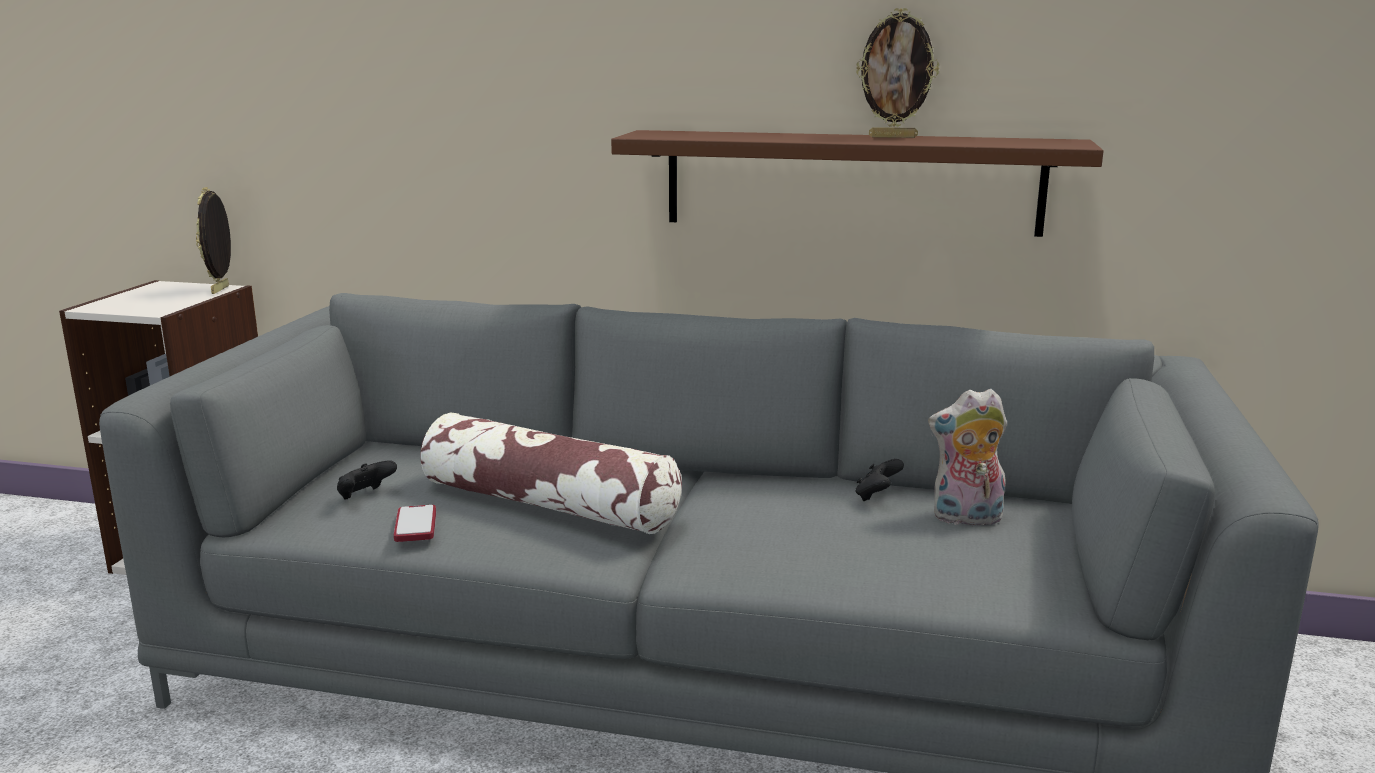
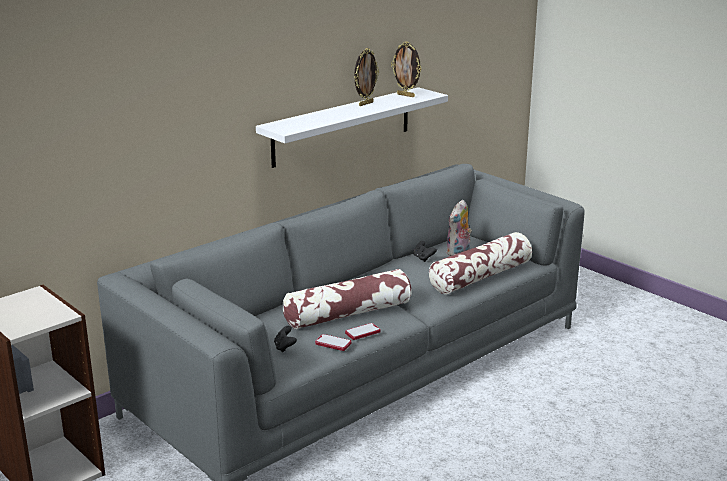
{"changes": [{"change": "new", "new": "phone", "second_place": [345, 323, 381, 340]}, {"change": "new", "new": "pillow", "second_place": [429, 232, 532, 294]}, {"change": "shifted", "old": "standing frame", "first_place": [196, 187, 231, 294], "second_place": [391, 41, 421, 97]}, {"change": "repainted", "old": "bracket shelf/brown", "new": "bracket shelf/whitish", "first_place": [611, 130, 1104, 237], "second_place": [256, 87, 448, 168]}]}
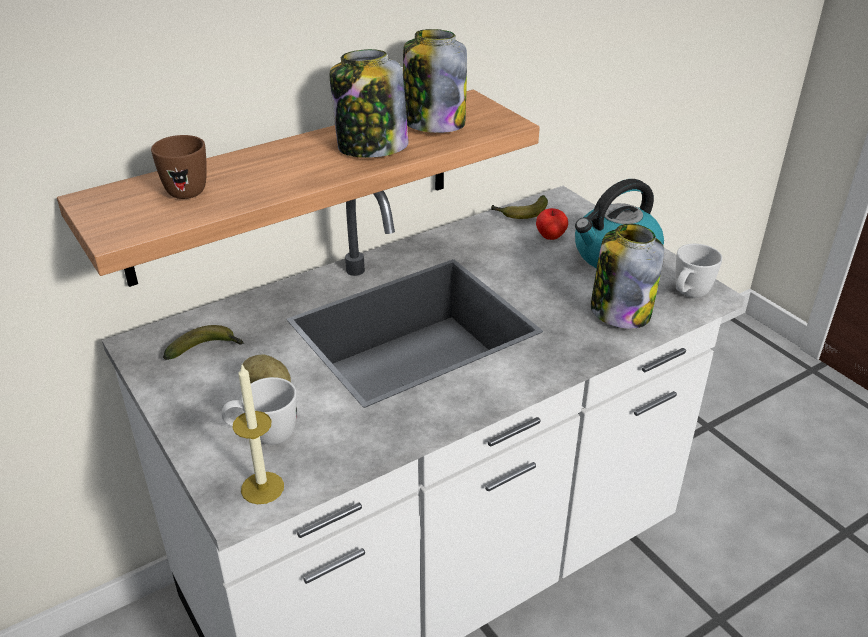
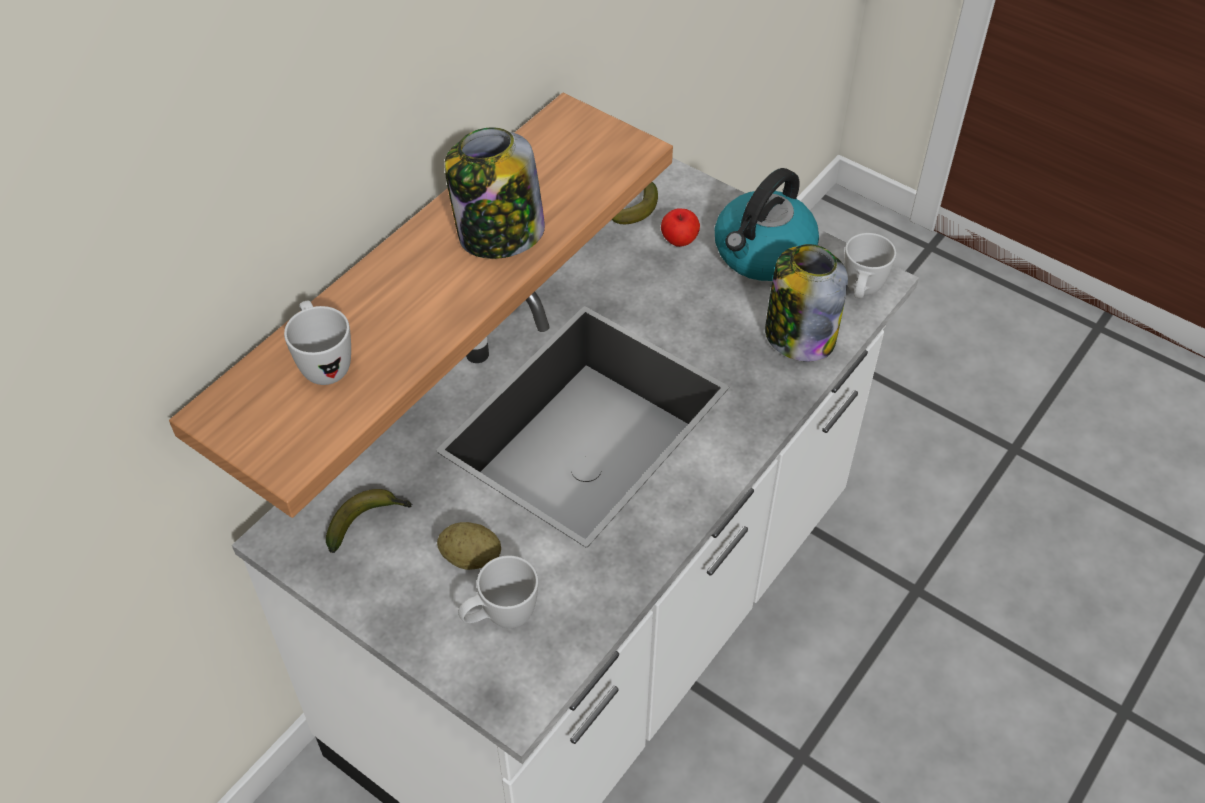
{"changes": [{"change": "gone", "old": "wax light", "first_place": [232, 365, 284, 504]}, {"change": "gone", "old": "preserve jar", "first_place": [403, 29, 467, 133]}, {"change": "repainted", "old": "mug/brown", "new": "mug/whitish", "first_place": [151, 135, 207, 199], "second_place": [284, 301, 351, 385]}]}
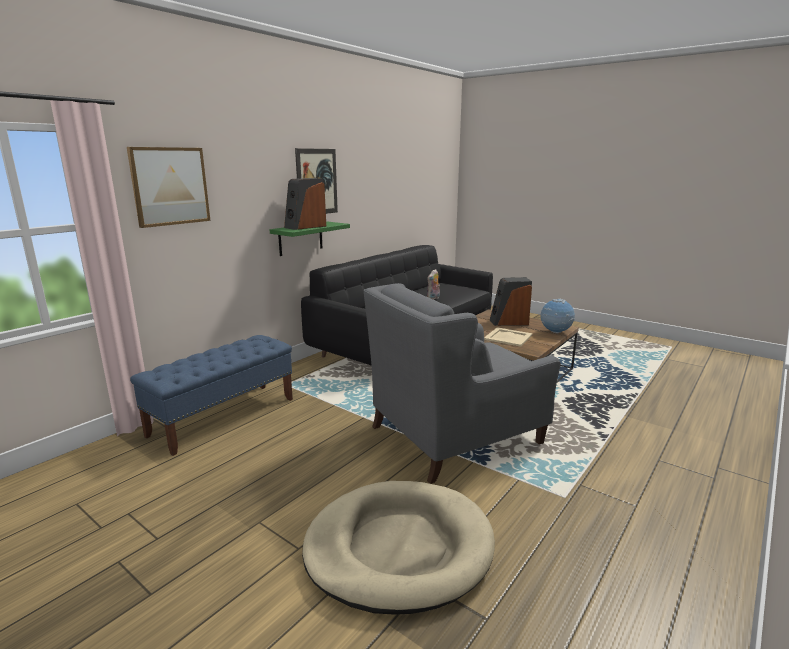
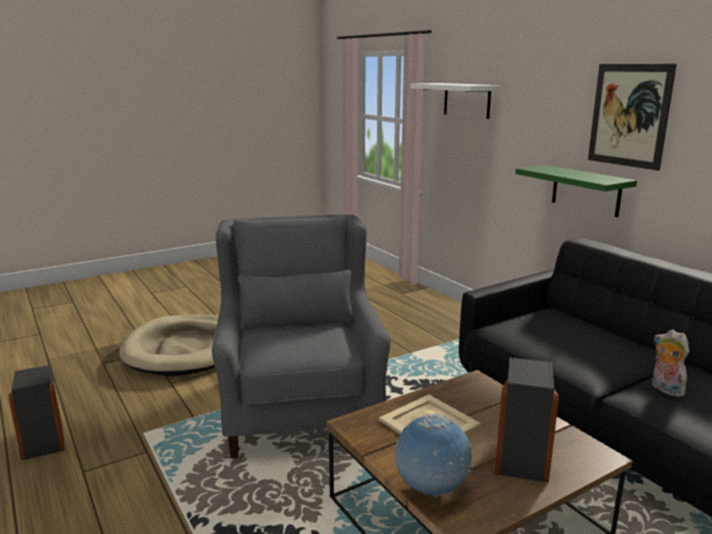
{"changes": [{"change": "gone", "old": "indoor bench/blue", "first_place": [130, 335, 293, 456]}, {"change": "shifted", "old": "audio speaker", "first_place": [284, 178, 326, 230], "second_place": [9, 365, 65, 460]}, {"change": "swapped", "old": "wall art", "new": "bracket shelf/whitish", "first_place": [127, 147, 210, 228], "second_place": [410, 83, 500, 119]}]}
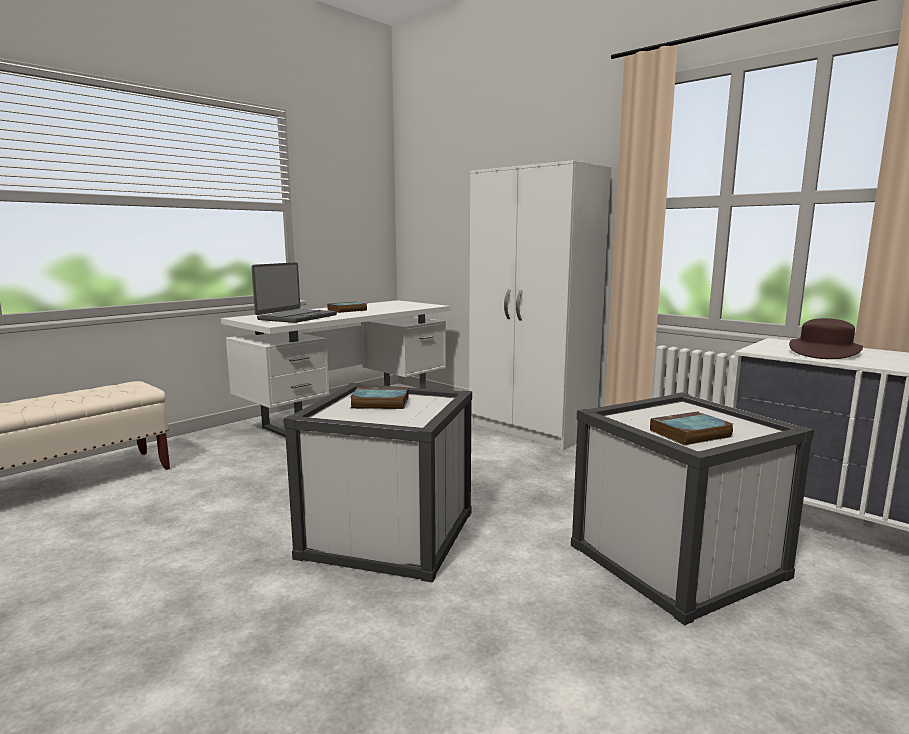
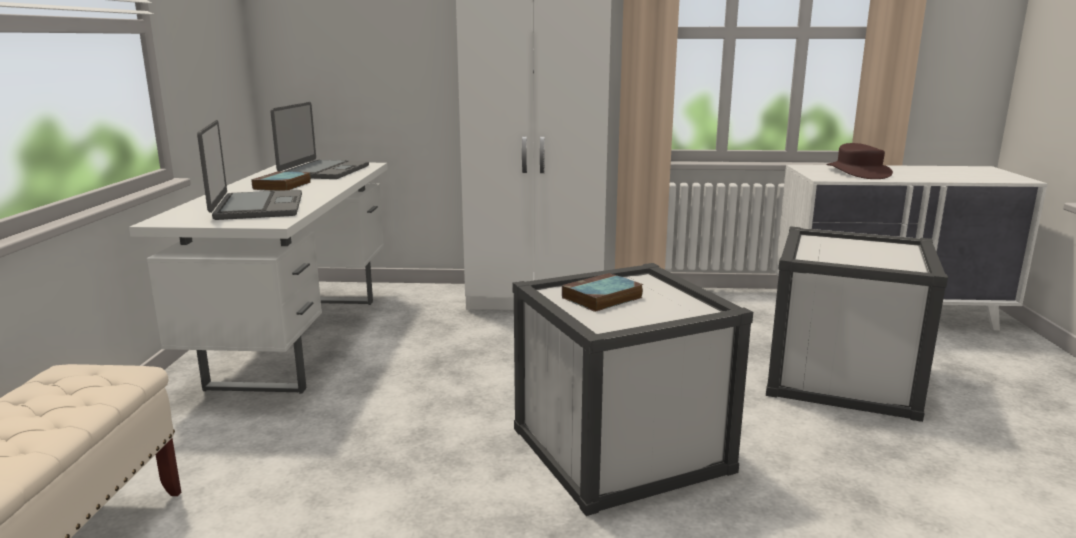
{"changes": [{"change": "gone", "old": "book", "first_place": [650, 411, 733, 445]}, {"change": "new", "new": "notebook computer", "second_place": [270, 102, 369, 179]}]}
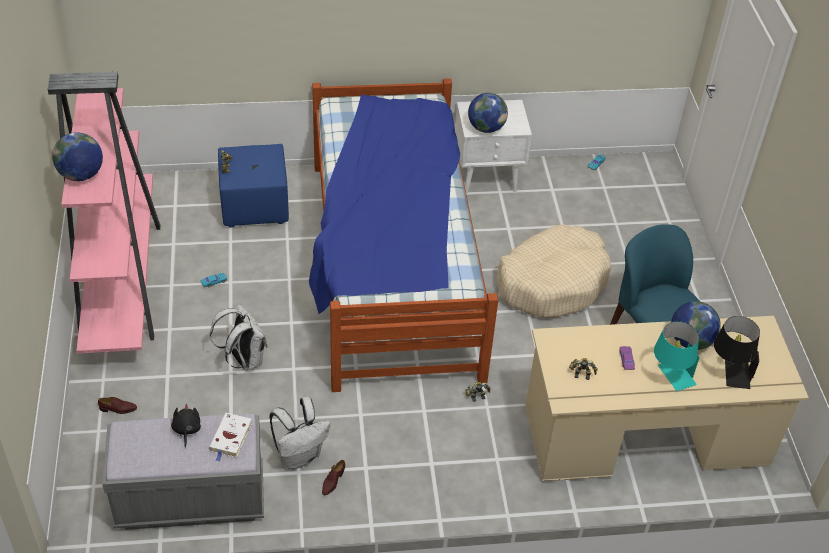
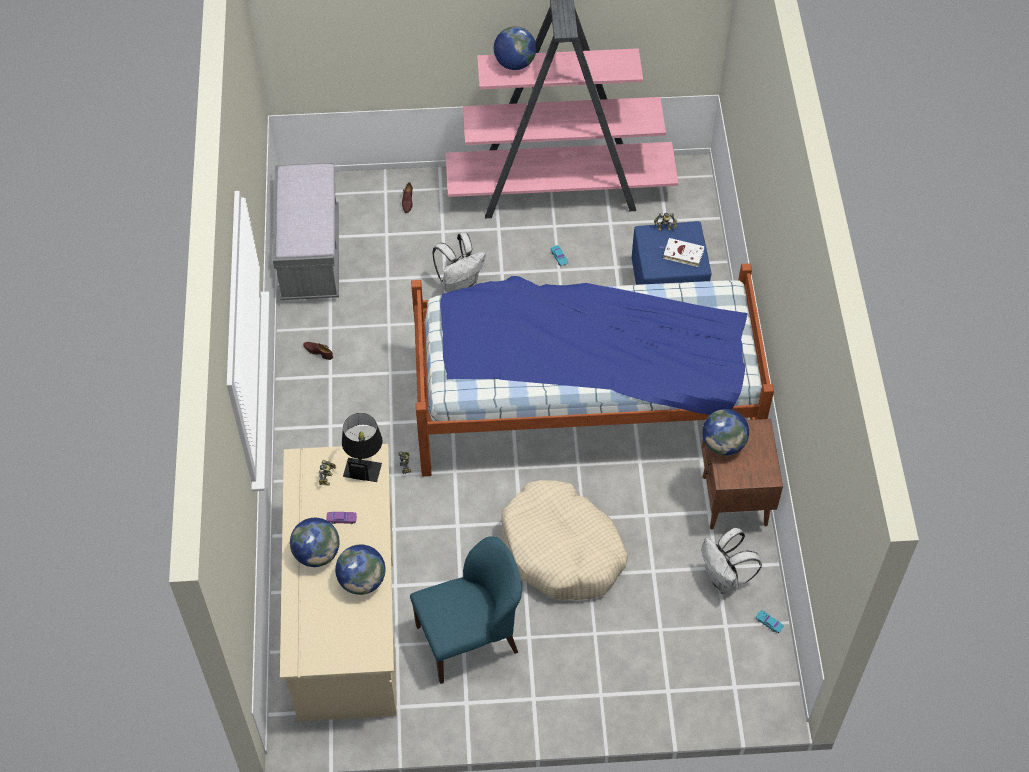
{"changes": [{"change": "gone", "old": "soft toy/blackish", "first_place": [171, 404, 201, 447]}, {"change": "shifted", "old": "book/whitish", "first_place": [209, 413, 252, 461], "second_place": [659, 238, 704, 267]}, {"change": "shifted", "old": "knapsack/whitish", "first_place": [269, 397, 330, 469], "second_place": [702, 527, 762, 594]}, {"change": "shifted", "old": "table lamp/blackish", "first_place": [714, 316, 760, 389], "second_place": [342, 413, 382, 482]}, {"change": "swapped", "old": "table lamp/turquoise", "new": "world globe", "first_place": [654, 321, 699, 391], "second_place": [290, 518, 340, 567]}, {"change": "repainted", "old": "nightstand/whitish", "new": "nightstand/brown", "first_place": [455, 100, 532, 194], "second_place": [702, 419, 783, 529]}]}
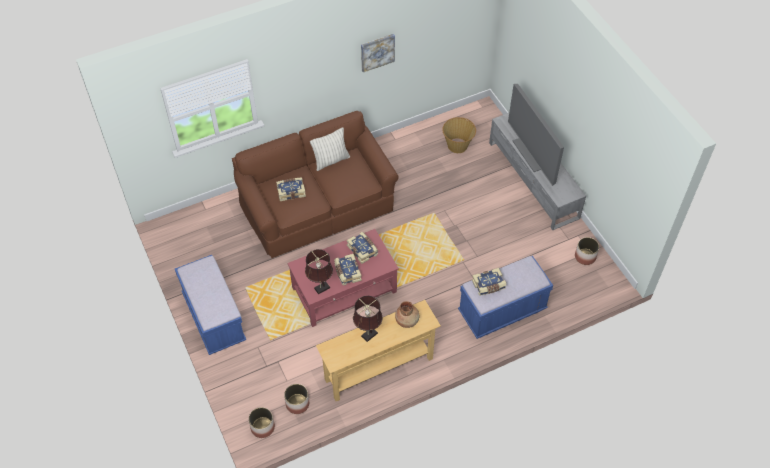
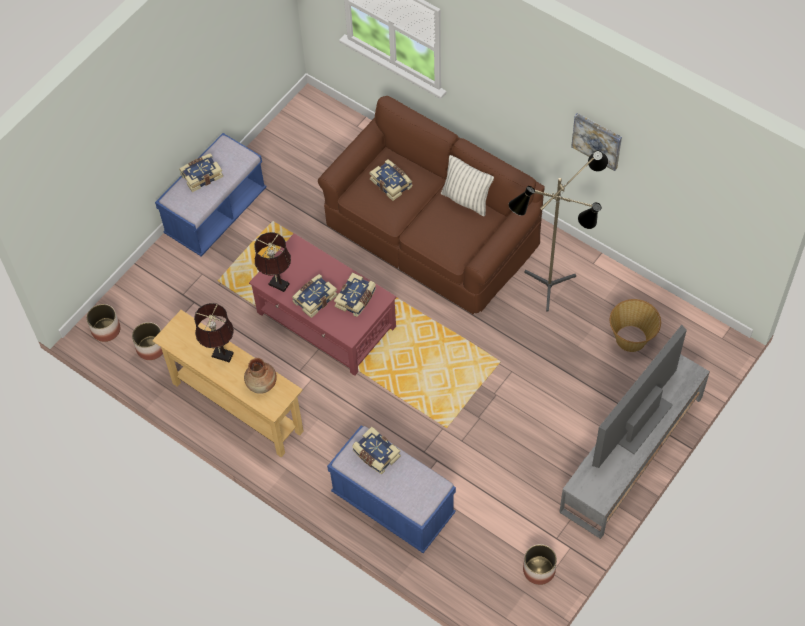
{"changes": [{"change": "new", "new": "book", "second_place": [179, 153, 223, 192]}, {"change": "new", "new": "standing lamp", "second_place": [508, 151, 608, 312]}]}
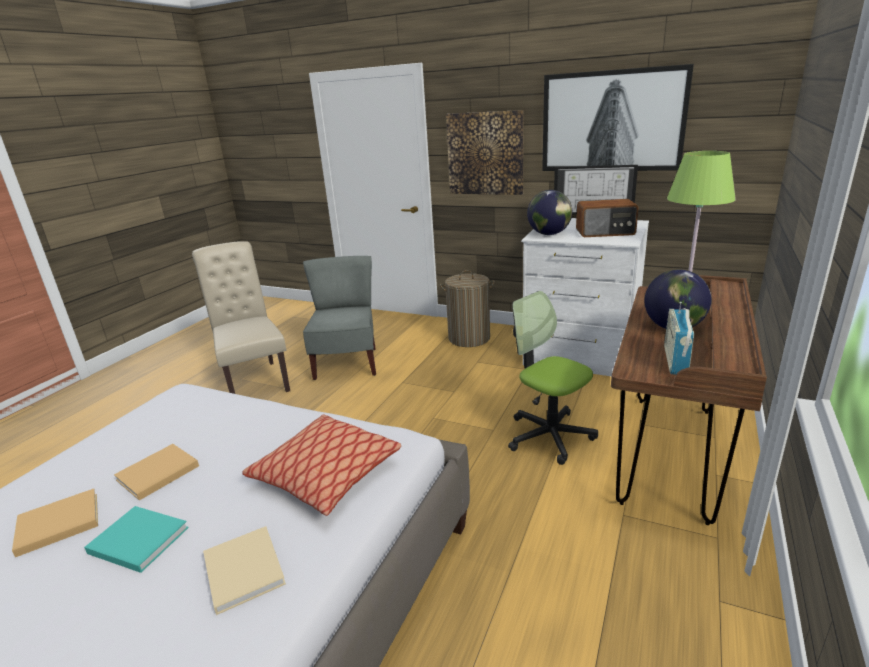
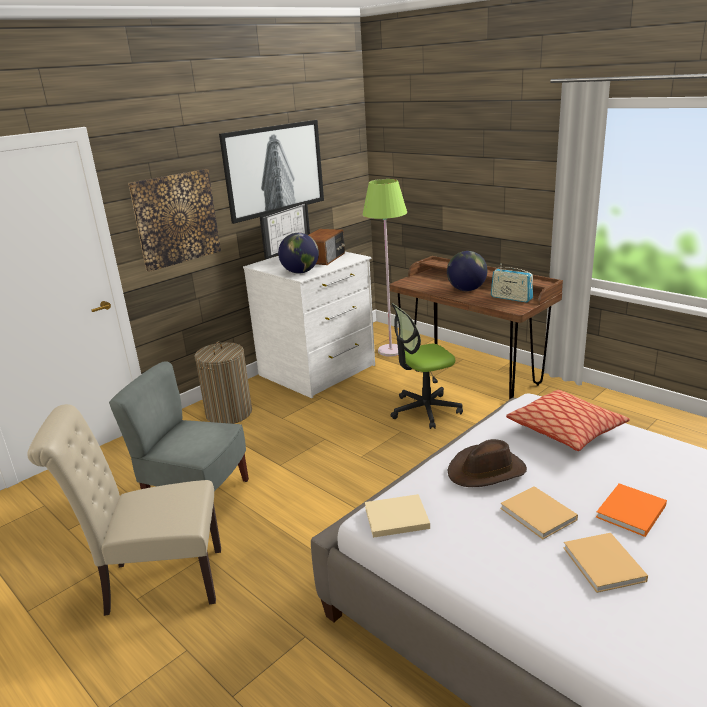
{"changes": [{"change": "new", "new": "clothing hat/brown", "second_place": [448, 439, 527, 487]}, {"change": "shifted", "old": "book/beige-coloured", "first_place": [203, 526, 286, 615], "second_place": [365, 494, 430, 538]}, {"change": "repainted", "old": "book/turquoise", "new": "book/orange", "first_place": [84, 506, 189, 573], "second_place": [596, 483, 667, 537]}]}
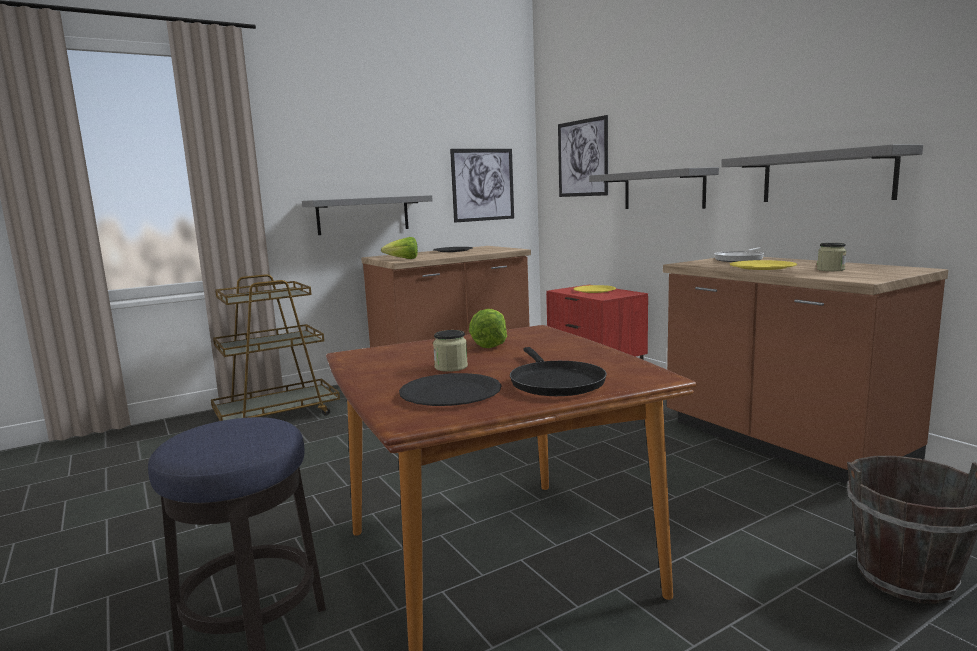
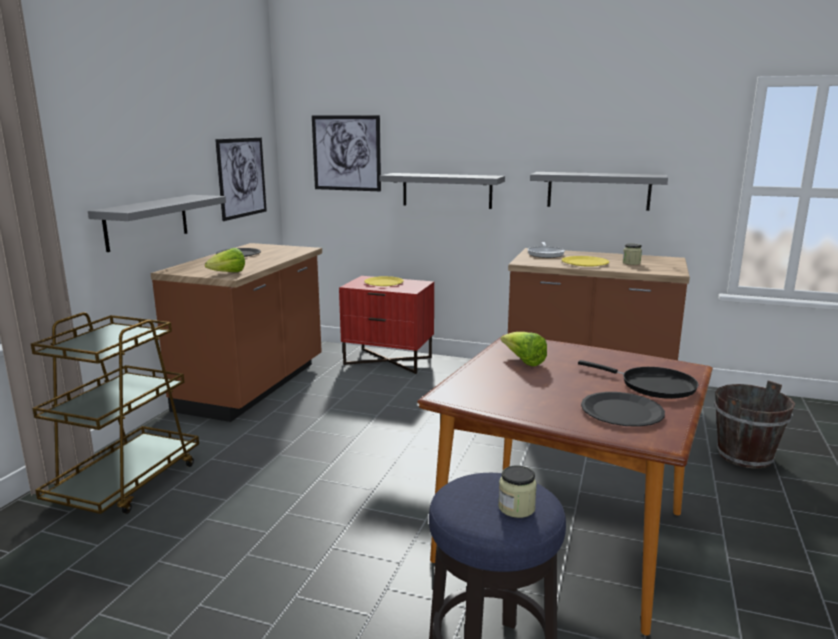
{"changes": [{"change": "shifted", "old": "preserve jar", "first_place": [433, 330, 468, 372], "second_place": [498, 465, 537, 518]}]}
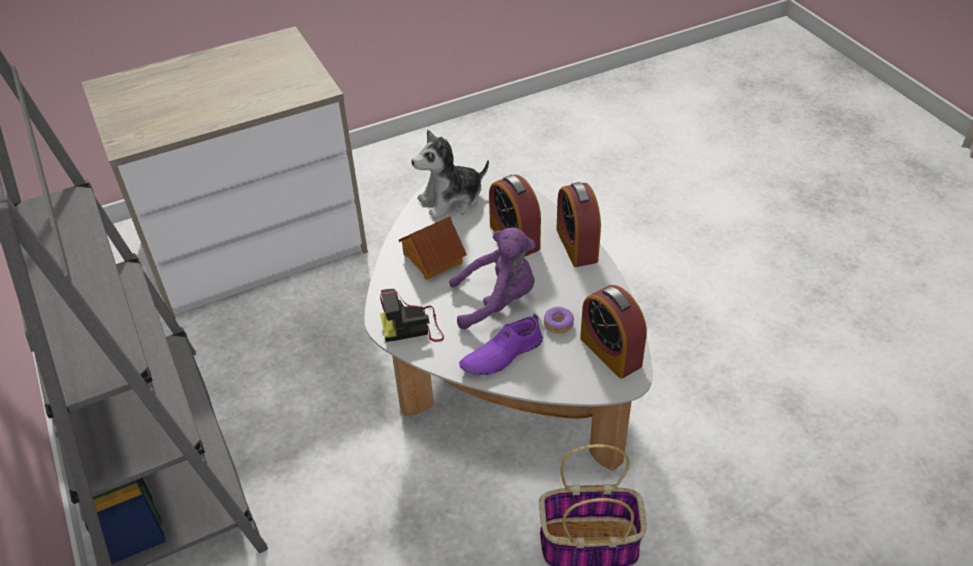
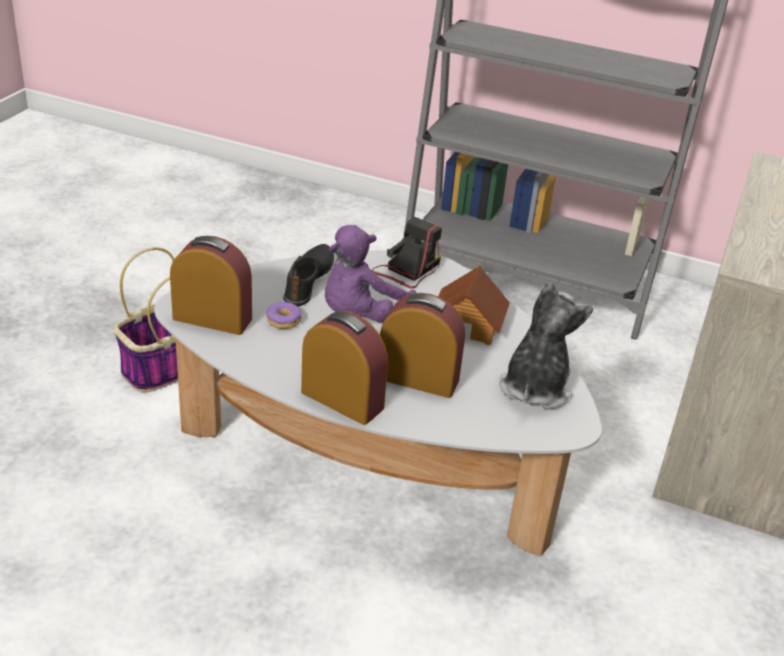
{"changes": [{"change": "repainted", "old": "low shoe/purplish", "new": "low shoe/blackish", "first_place": [459, 314, 543, 375], "second_place": [283, 244, 334, 306]}]}
